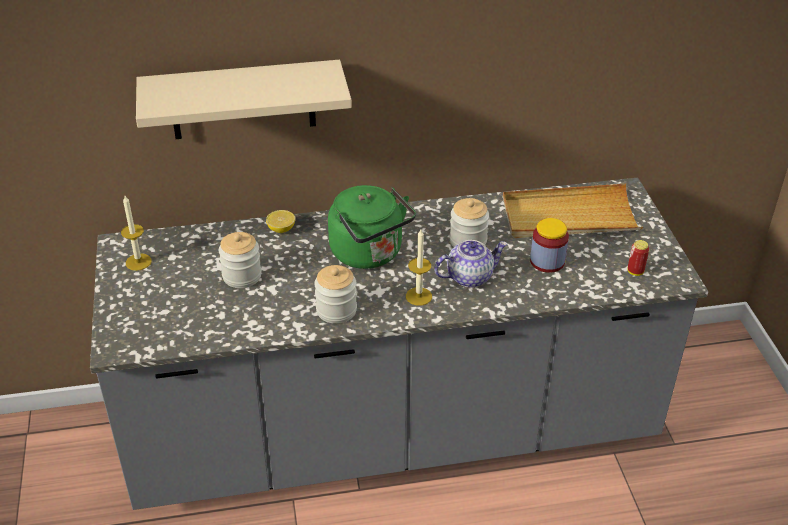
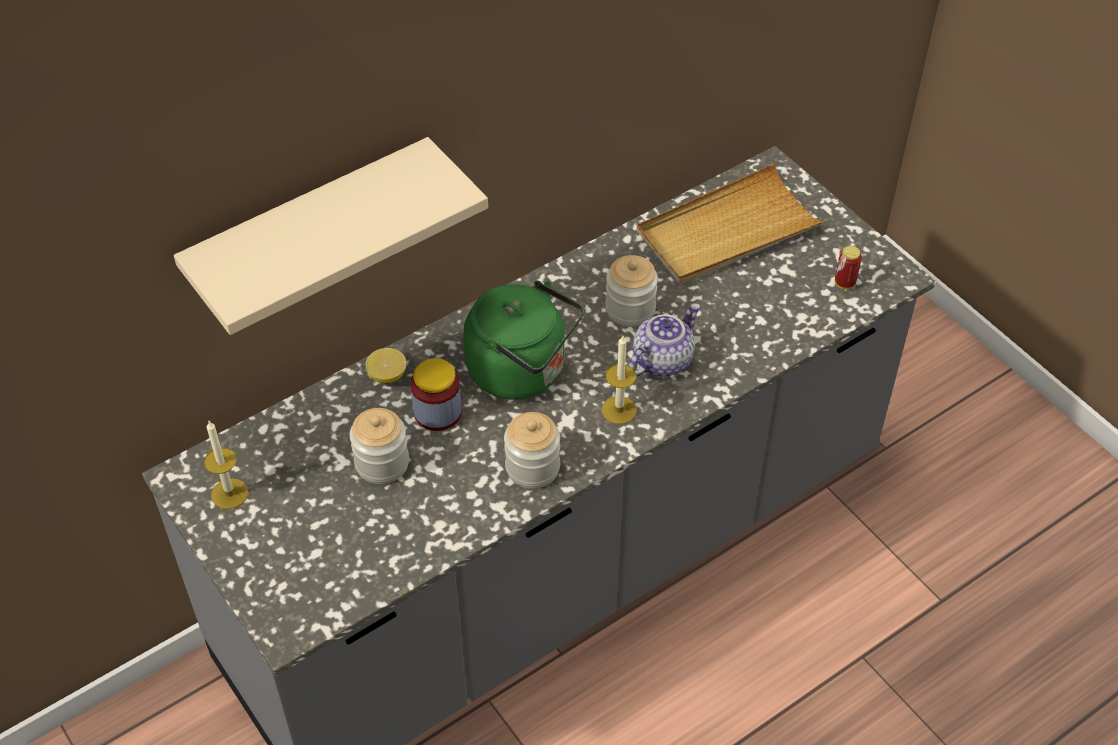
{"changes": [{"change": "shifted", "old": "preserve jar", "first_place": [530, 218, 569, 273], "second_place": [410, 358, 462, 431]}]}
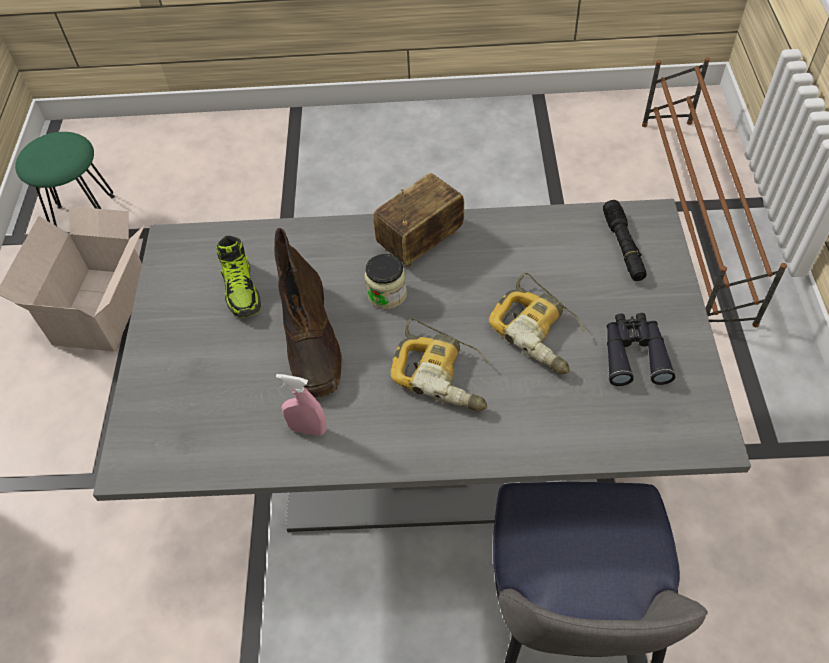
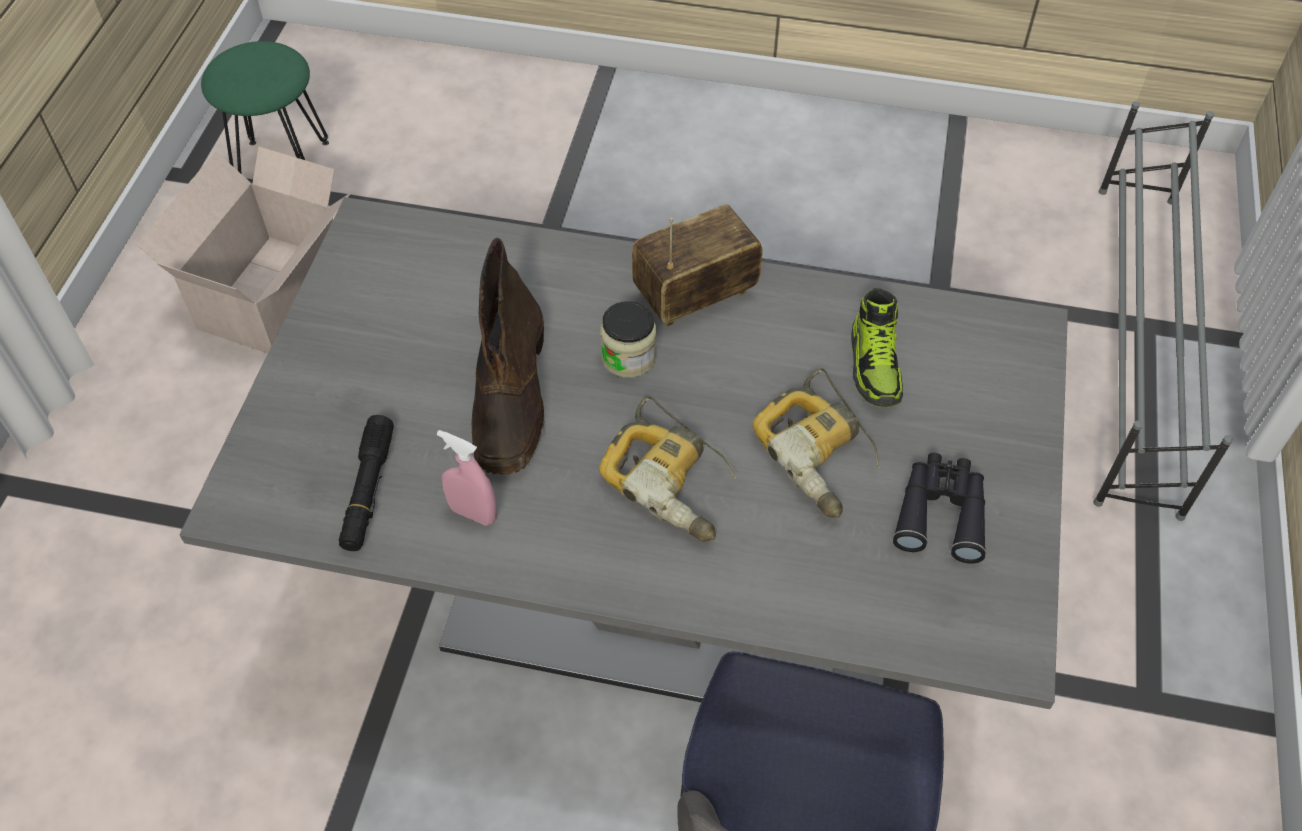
{"changes": [{"change": "shifted", "old": "low shoe", "first_place": [216, 236, 261, 318], "second_place": [851, 288, 903, 407]}, {"change": "shifted", "old": "torch/blackish", "first_place": [603, 200, 647, 281], "second_place": [339, 415, 394, 551]}, {"change": "repainted", "old": "shoe rack/brown", "new": "shoe rack/grey", "first_place": [642, 57, 787, 327], "second_place": [1093, 101, 1233, 521]}]}
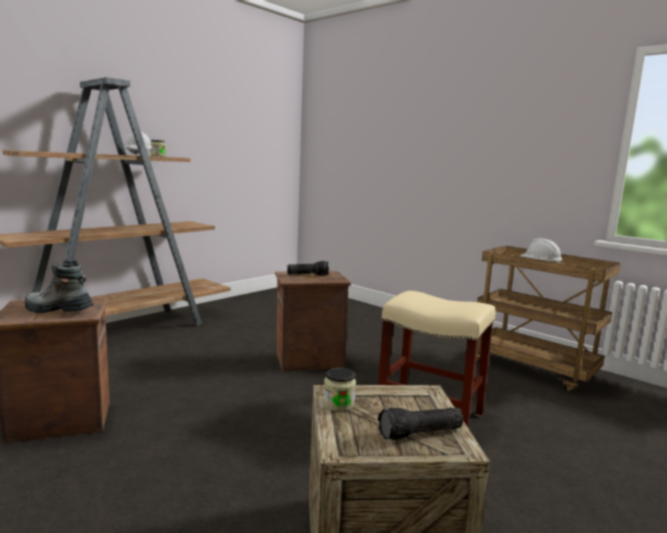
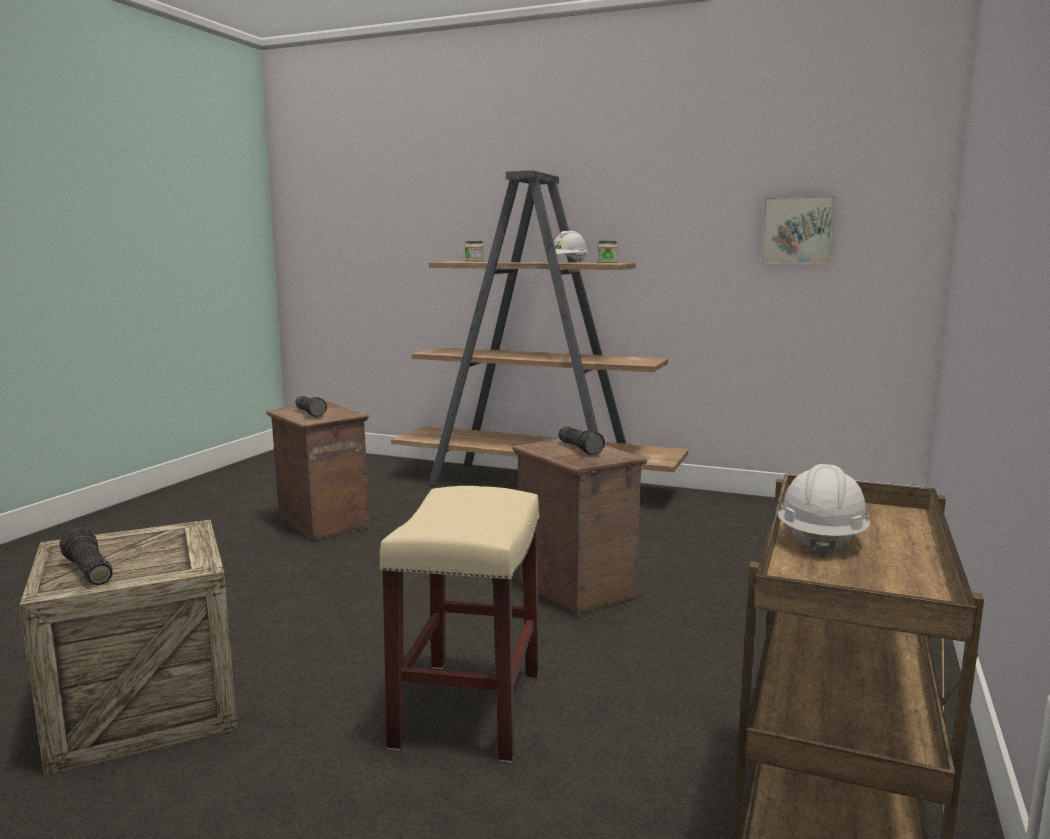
{"changes": [{"change": "new", "new": "wall art", "second_place": [761, 196, 835, 264]}, {"change": "shifted", "old": "preserve jar", "first_place": [323, 367, 356, 412], "second_place": [465, 241, 484, 262]}, {"change": "swapped", "old": "high-top boot", "new": "torch", "first_place": [25, 260, 94, 313], "second_place": [295, 396, 327, 417]}]}
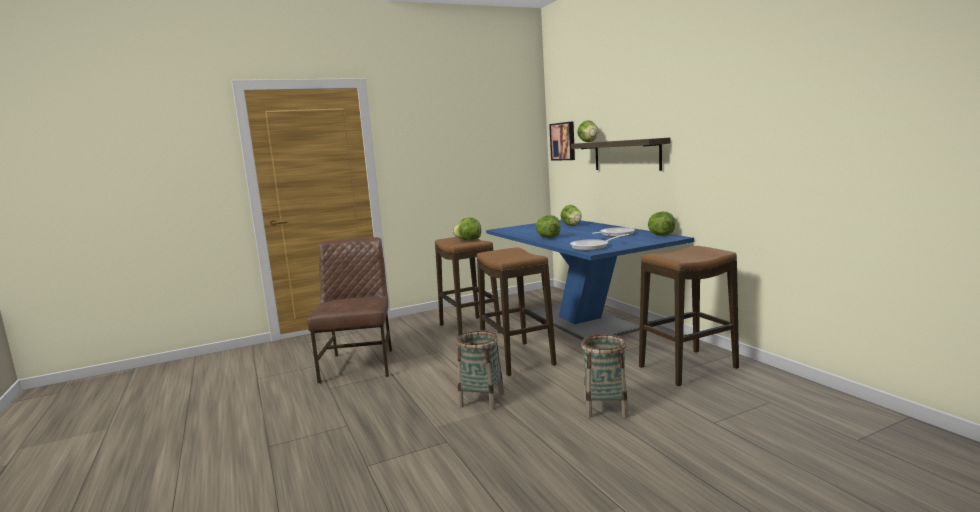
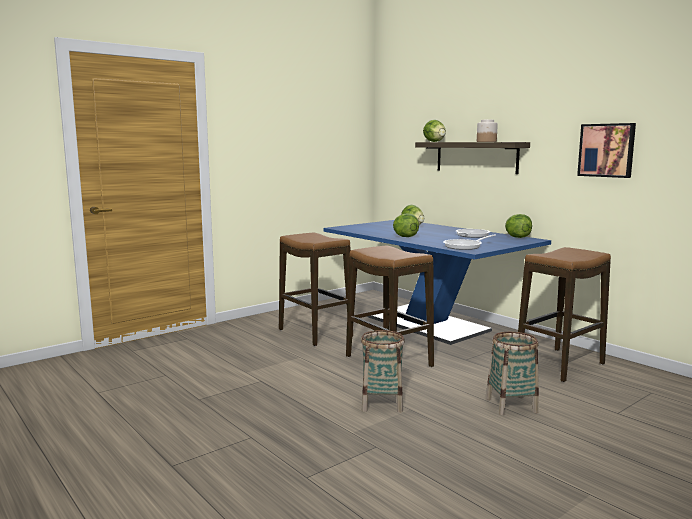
{"changes": [{"change": "gone", "old": "plain chair/brown", "first_place": [307, 237, 392, 383]}, {"change": "gone", "old": "lettuce head", "first_place": [453, 217, 481, 240]}, {"change": "new", "new": "preserve jar", "second_place": [477, 120, 498, 142]}, {"change": "shifted", "old": "wall art", "first_place": [549, 122, 575, 161], "second_place": [577, 123, 636, 178]}]}
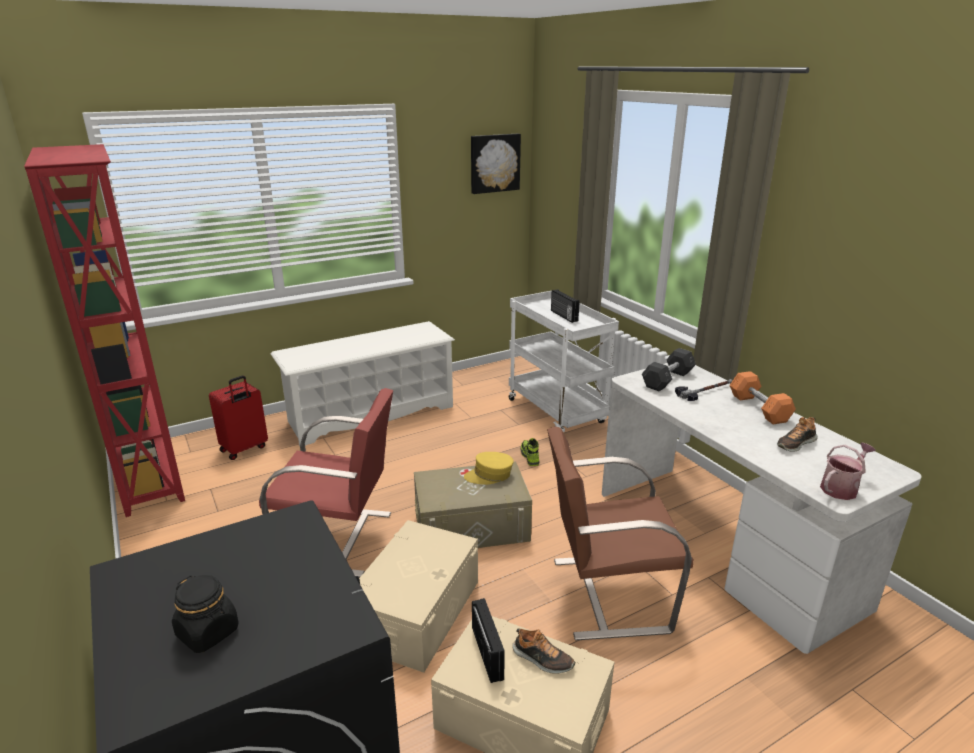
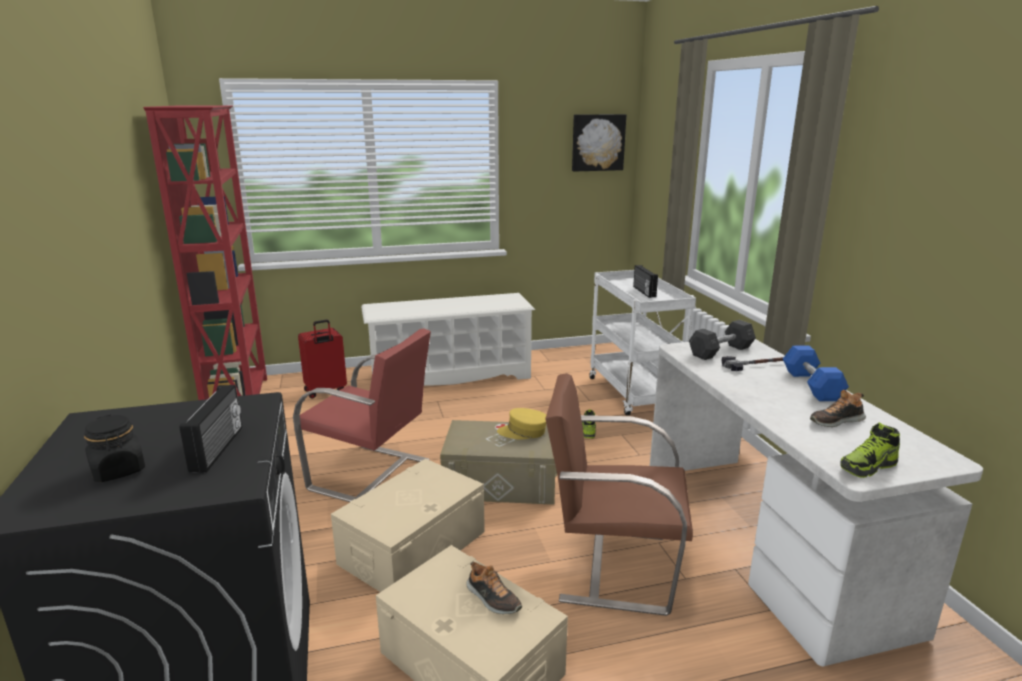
{"changes": [{"change": "shifted", "old": "radio set", "first_place": [472, 598, 505, 683], "second_place": [179, 385, 242, 472]}, {"change": "swapped", "old": "sprinkling can", "new": "low shoe", "first_place": [820, 442, 875, 500], "second_place": [840, 422, 900, 478]}, {"change": "repainted", "old": "dumbbell/orange", "new": "dumbbell/blue", "first_place": [730, 371, 796, 424], "second_place": [783, 346, 849, 401]}]}
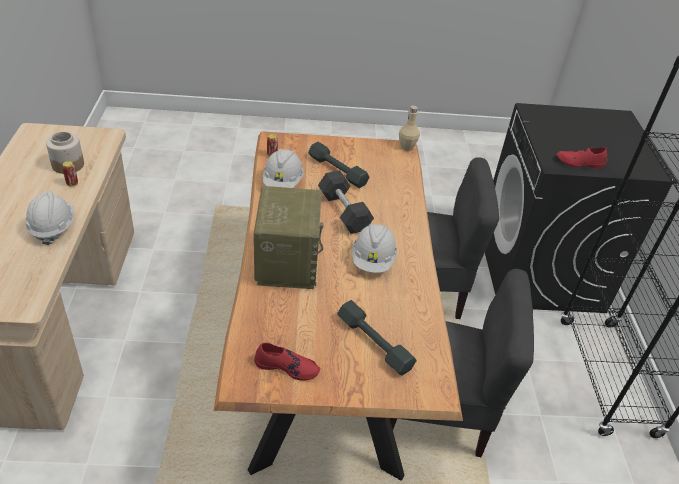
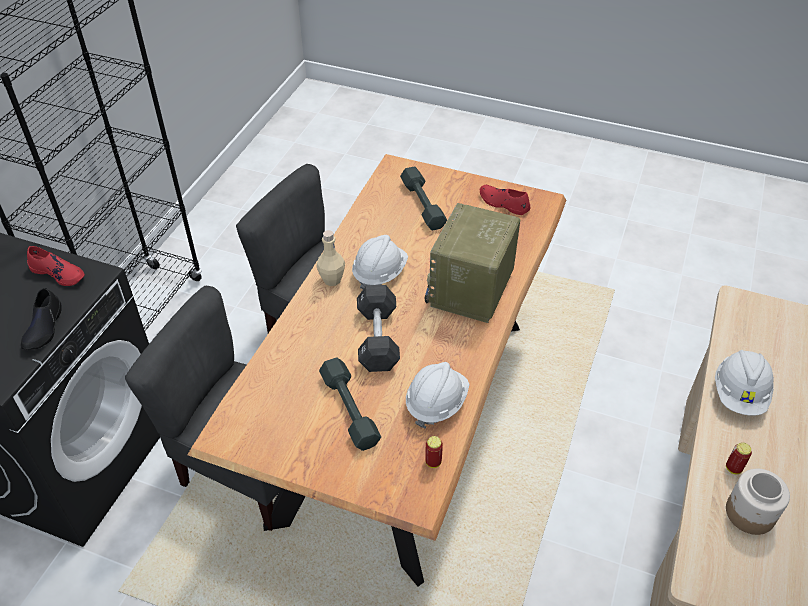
{"changes": [{"change": "new", "new": "low shoe/blackish", "second_place": [21, 288, 62, 349]}, {"change": "shifted", "old": "beverage bottle/beige-coloured", "first_place": [399, 105, 420, 151], "second_place": [316, 230, 345, 286]}]}
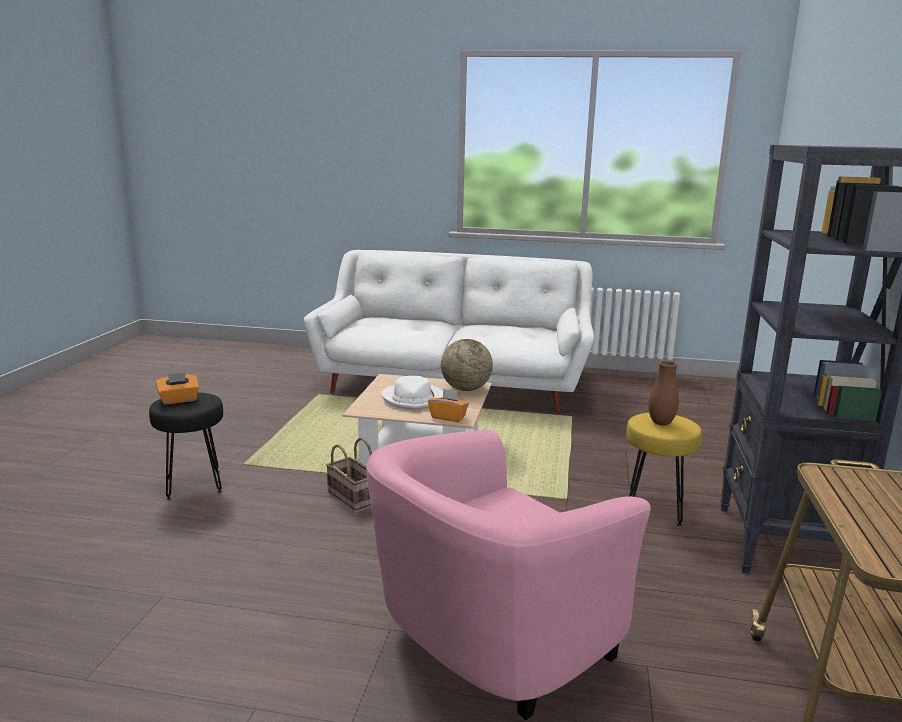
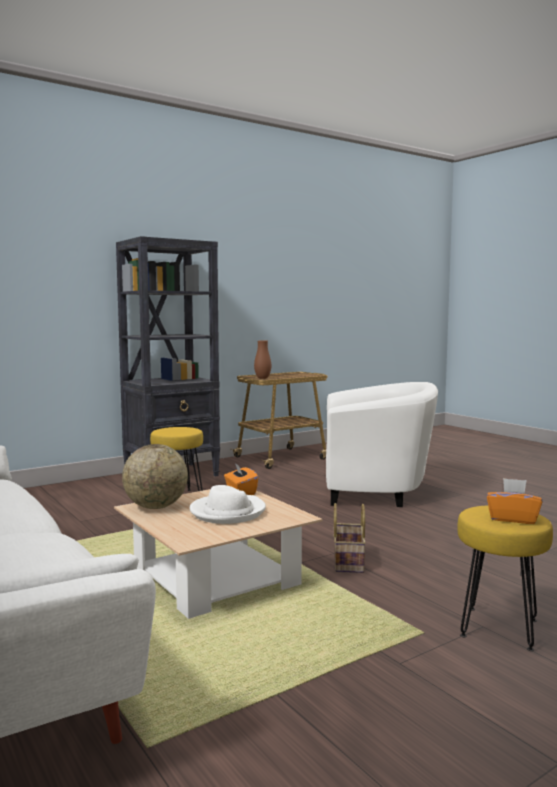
{"changes": [{"change": "shifted", "old": "decorative vase/brown", "first_place": [648, 361, 679, 426], "second_place": [254, 340, 271, 379]}, {"change": "repainted", "old": "stool seat/blackish", "new": "stool seat/yellow", "first_place": [149, 392, 223, 500], "second_place": [457, 506, 553, 651]}, {"change": "repainted", "old": "lounge chair/pinkish", "new": "lounge chair/whitish", "first_place": [366, 430, 651, 720], "second_place": [326, 382, 438, 507]}]}
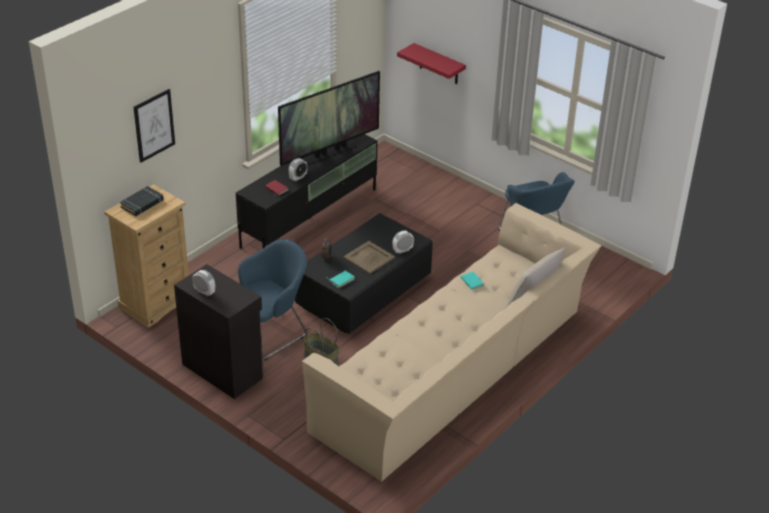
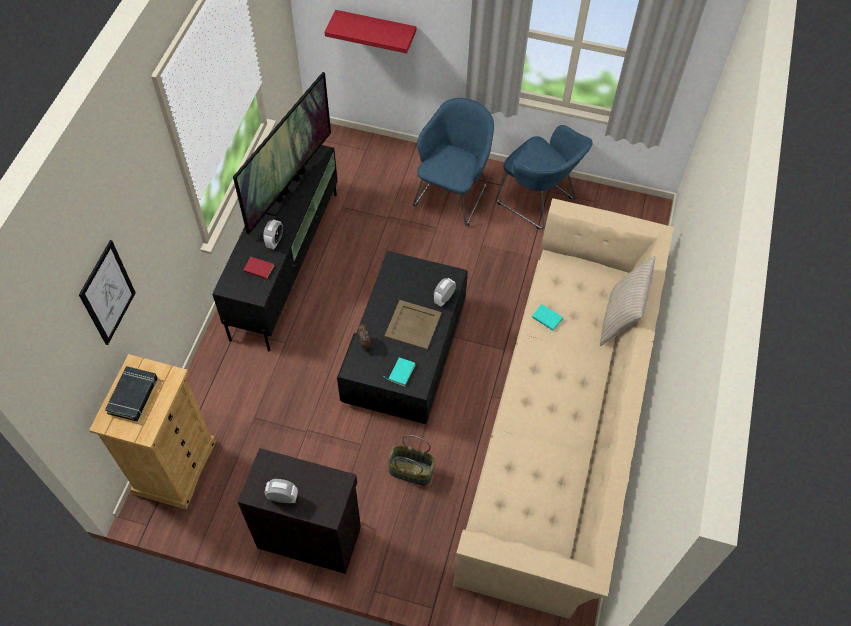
{"changes": [{"change": "shifted", "old": "lounge chair/blue", "first_place": [238, 239, 307, 360], "second_place": [413, 98, 494, 226]}]}
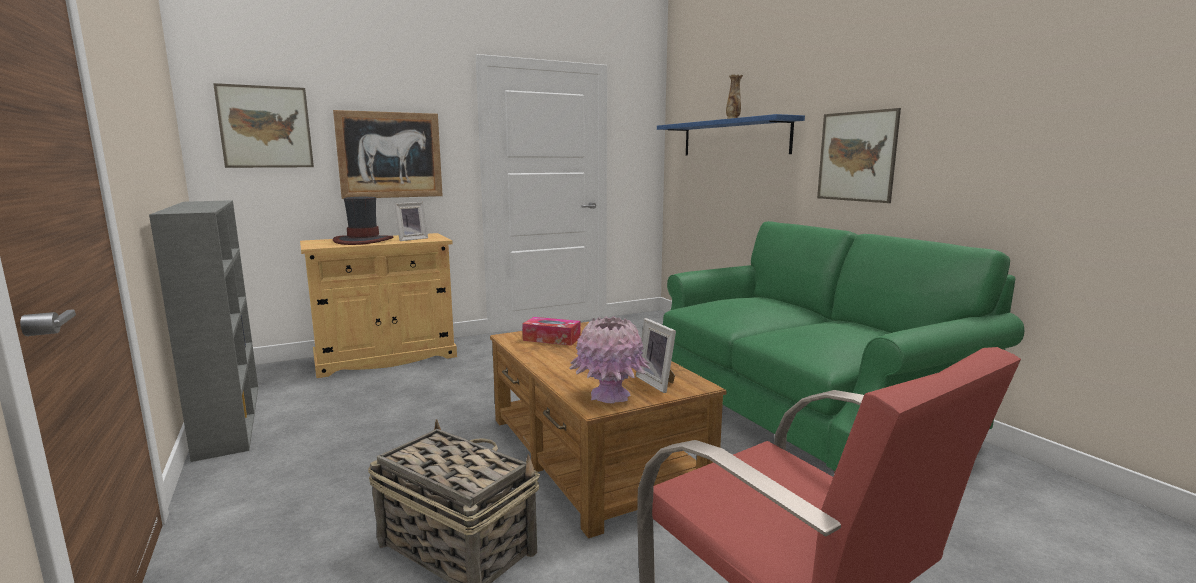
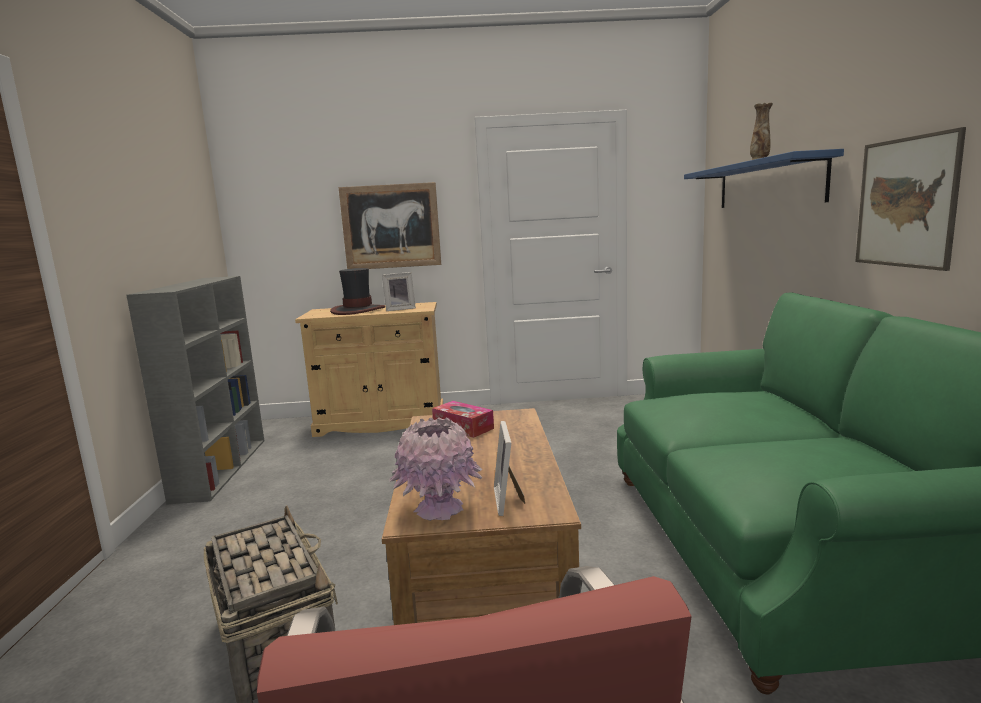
{"changes": [{"change": "gone", "old": "wall art", "first_place": [213, 83, 314, 168]}]}
